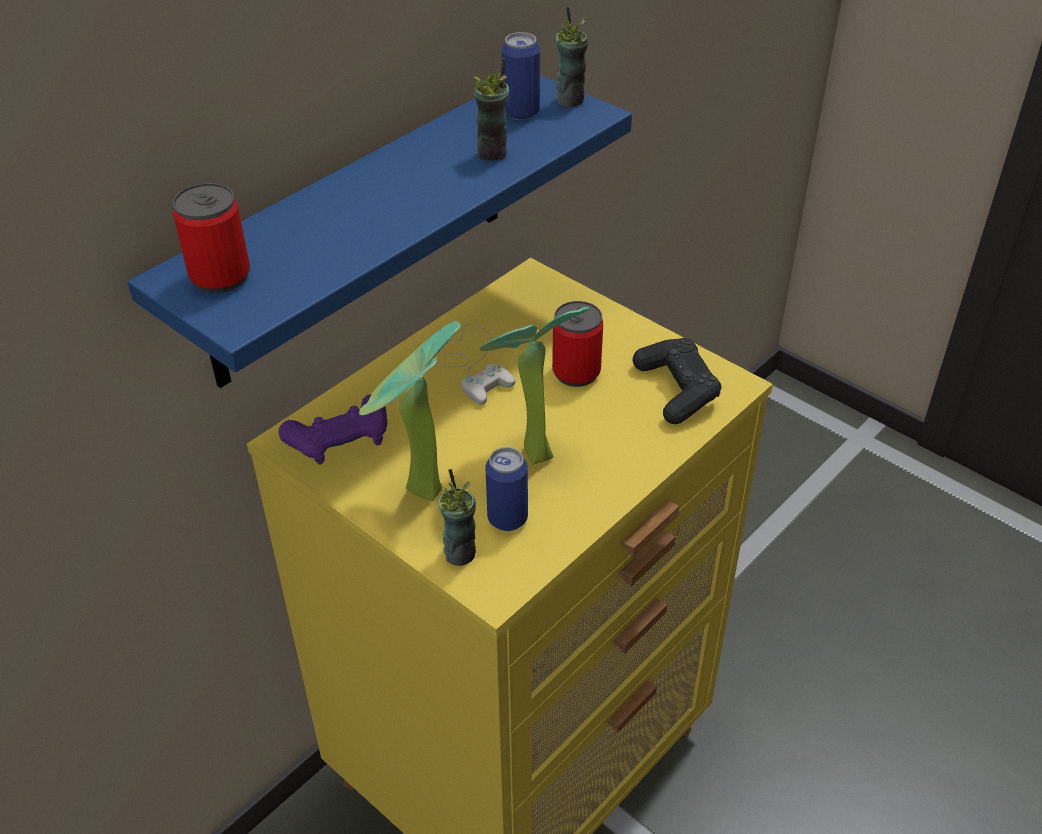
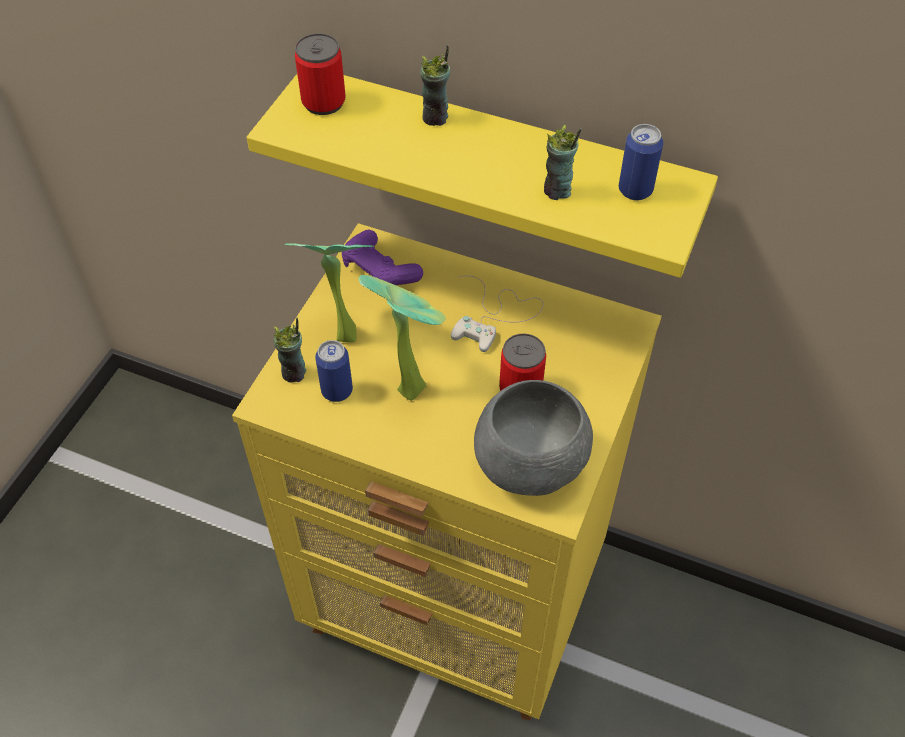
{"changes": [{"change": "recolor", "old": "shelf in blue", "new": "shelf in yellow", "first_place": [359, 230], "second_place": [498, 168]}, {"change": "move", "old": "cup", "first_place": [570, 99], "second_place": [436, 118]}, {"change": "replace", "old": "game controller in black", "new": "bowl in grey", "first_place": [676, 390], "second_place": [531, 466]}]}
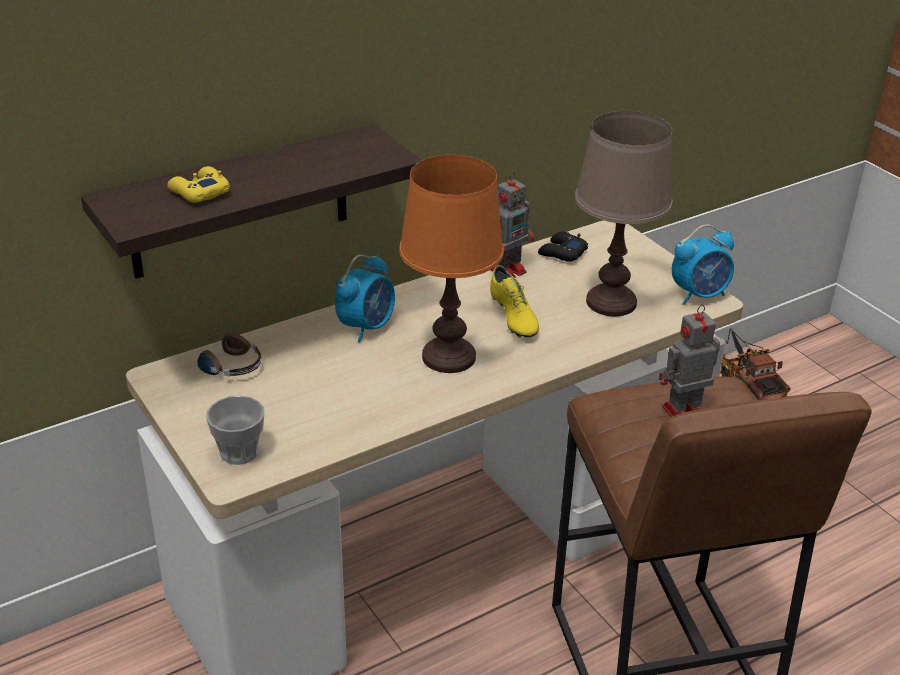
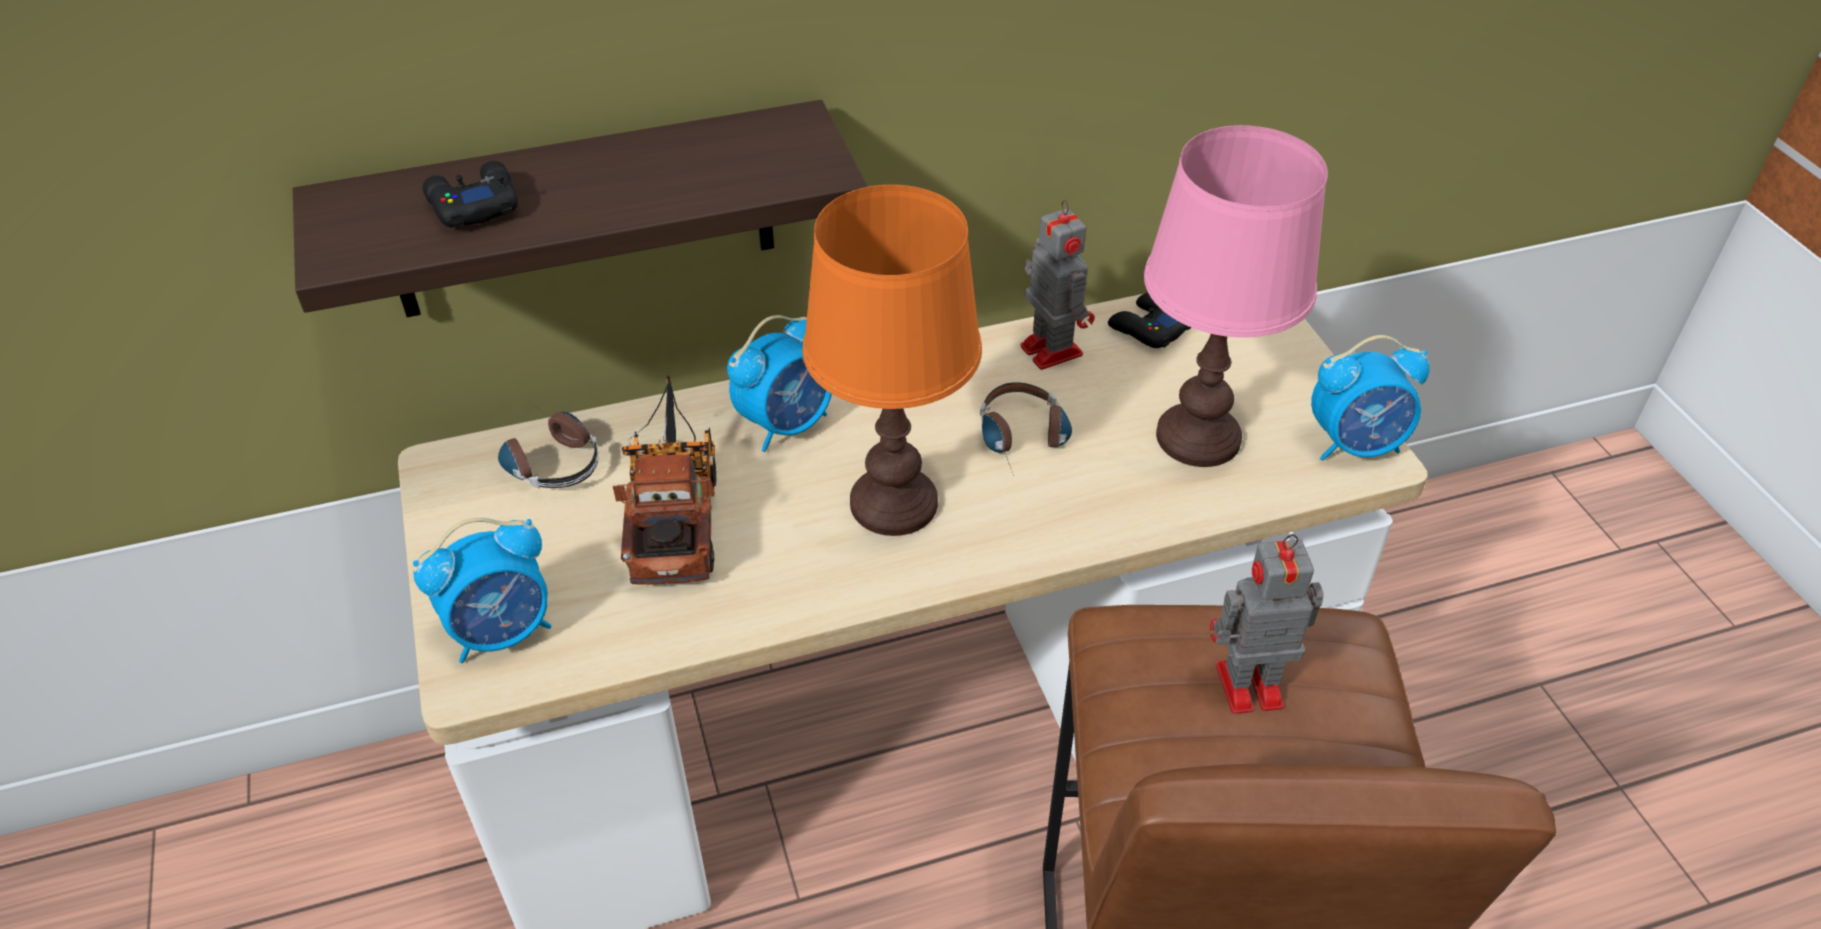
{"changes": [{"change": "recolor", "old": "game controller in yellow", "new": "game controller in black", "first_place": [199, 192], "second_place": [473, 205]}, {"change": "replace", "old": "cup", "new": "alarm clock", "first_place": [239, 452], "second_place": [503, 631]}, {"change": "rotate", "old": "toy robot", "first_place": [508, 269], "second_place": [1049, 348], "degrees": -90}, {"change": "replace", "old": "shoe in yellow", "new": "headphones", "first_place": [513, 317], "second_place": [1025, 441]}, {"change": "recolor", "old": "table lamp in brown", "new": "table lamp in pink", "first_place": [611, 303], "second_place": [1198, 438]}, {"change": "move", "old": "toy truck", "first_place": [747, 384], "second_place": [676, 512]}]}
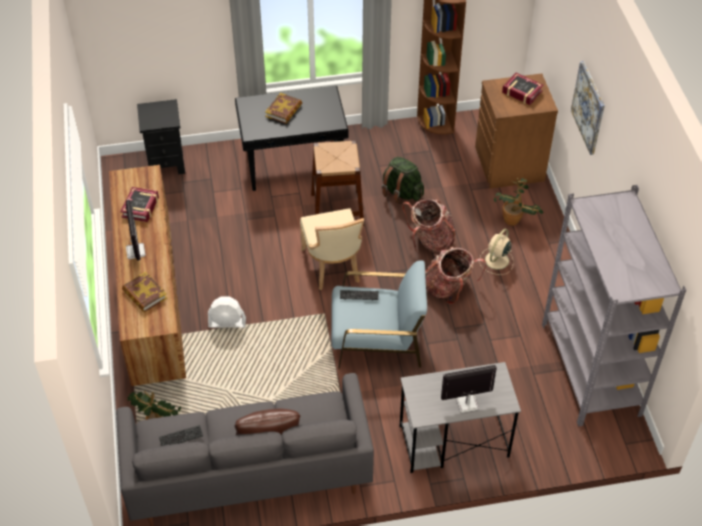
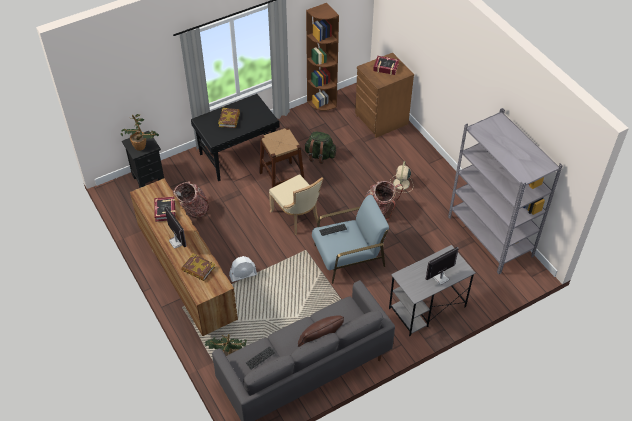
{"changes": [{"change": "move", "old": "backpack", "first_place": [430, 241], "second_place": [192, 211]}, {"change": "move", "old": "potted plant", "first_place": [514, 222], "second_place": [142, 147]}, {"change": "delete", "old": "picture", "first_place": [588, 107]}]}
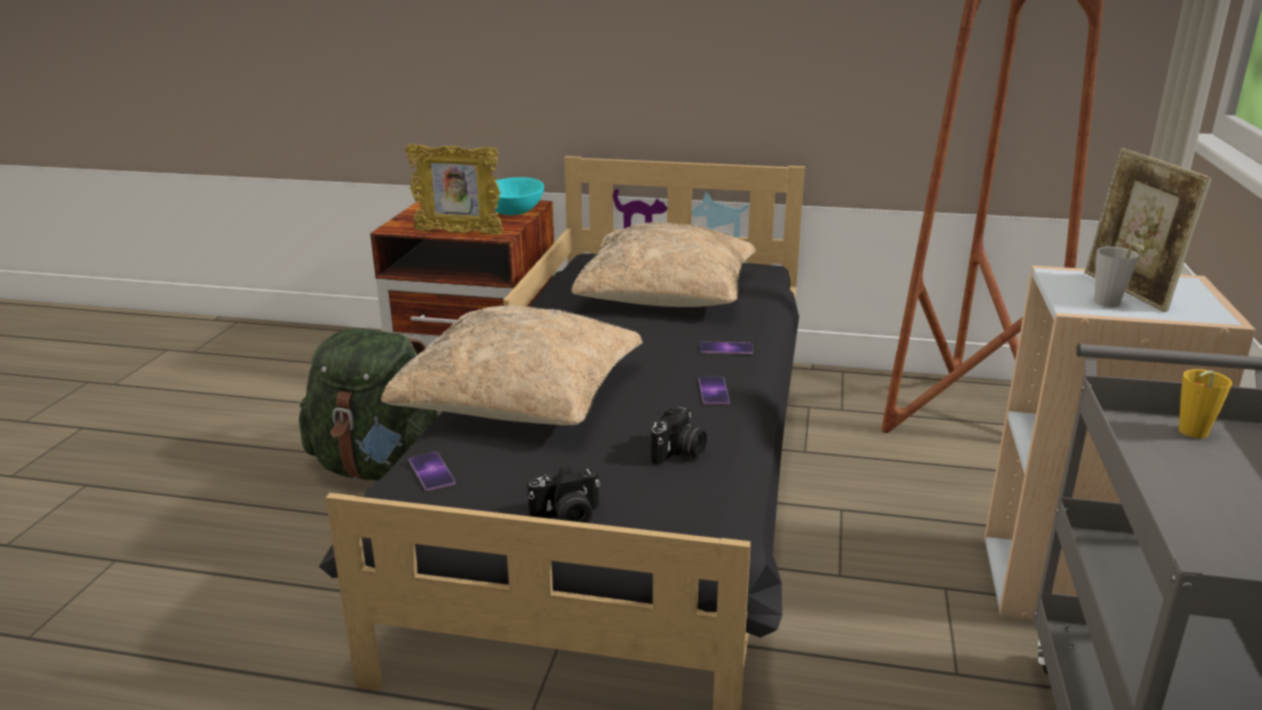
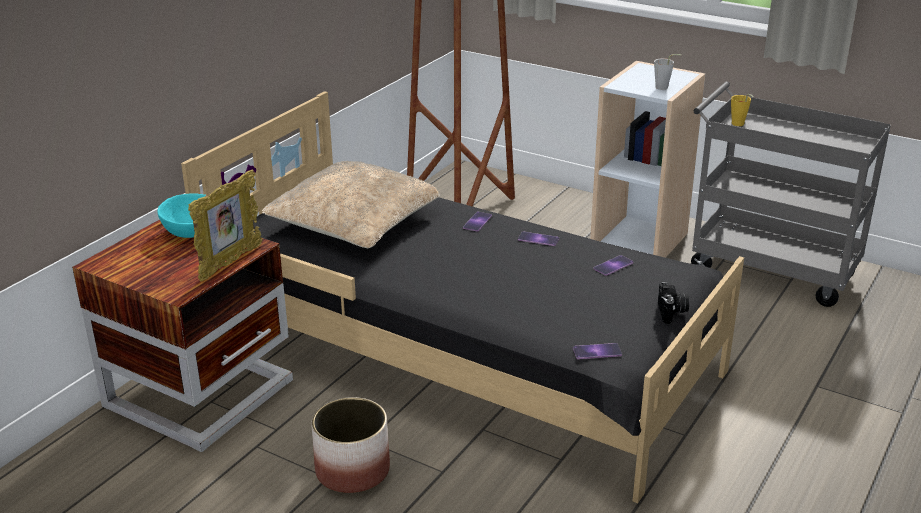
{"changes": [{"change": "replace", "old": "backpack in green", "new": "planter", "first_place": [380, 468], "second_place": [352, 470]}, {"change": "delete", "old": "pillow in beige", "first_place": [520, 394]}, {"change": "replace", "old": "photo camera", "new": "phone", "first_place": [679, 453], "second_place": [613, 265]}, {"change": "delete", "old": "picture frame", "first_place": [1129, 292]}]}
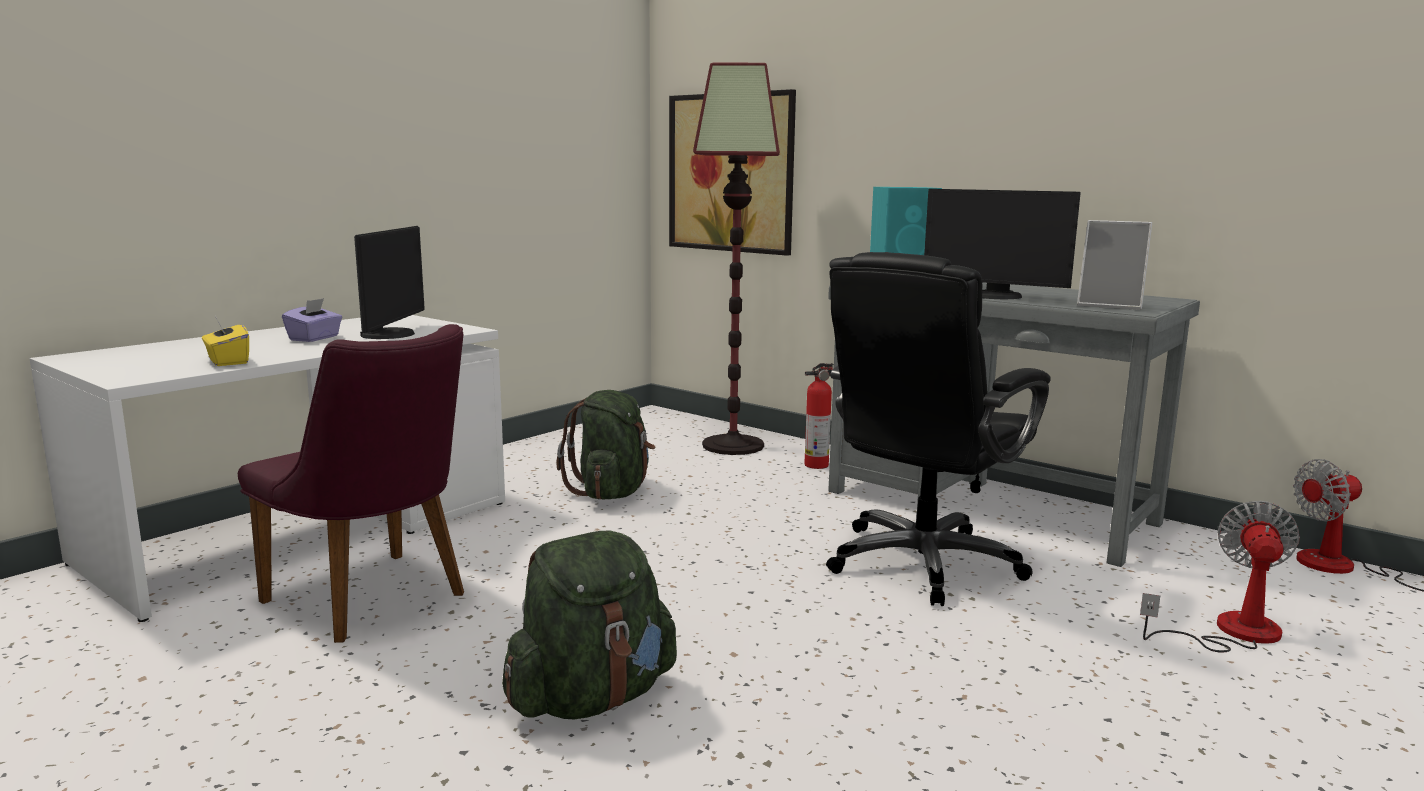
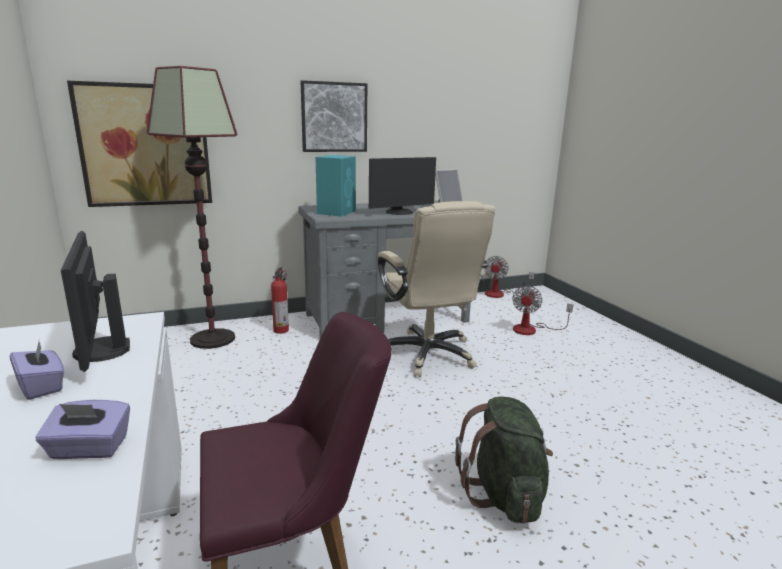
{"changes": [{"change": "recolor", "old": "tissue box in yellow", "new": "tissue box in purple", "first_place": [227, 361], "second_place": [89, 449]}, {"change": "rotate", "old": "monitor", "first_place": [390, 334], "second_place": [100, 350], "degrees": -150}, {"change": "delete", "old": "backpack in green", "first_place": [611, 492]}, {"change": "recolor", "old": "office chair in black", "new": "office chair in beige", "first_place": [923, 562], "second_place": [428, 353]}, {"change": "rotate", "old": "fan", "first_place": [1230, 632], "second_place": [532, 329], "degrees": -120}, {"change": "insert", "new": "picture", "second_place": [334, 117]}]}
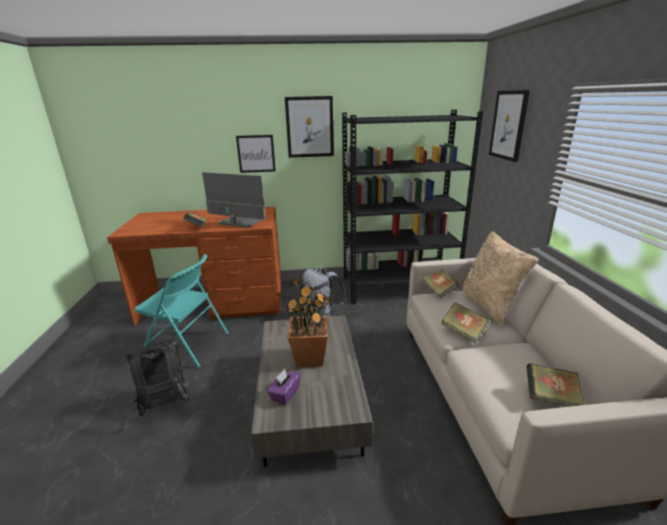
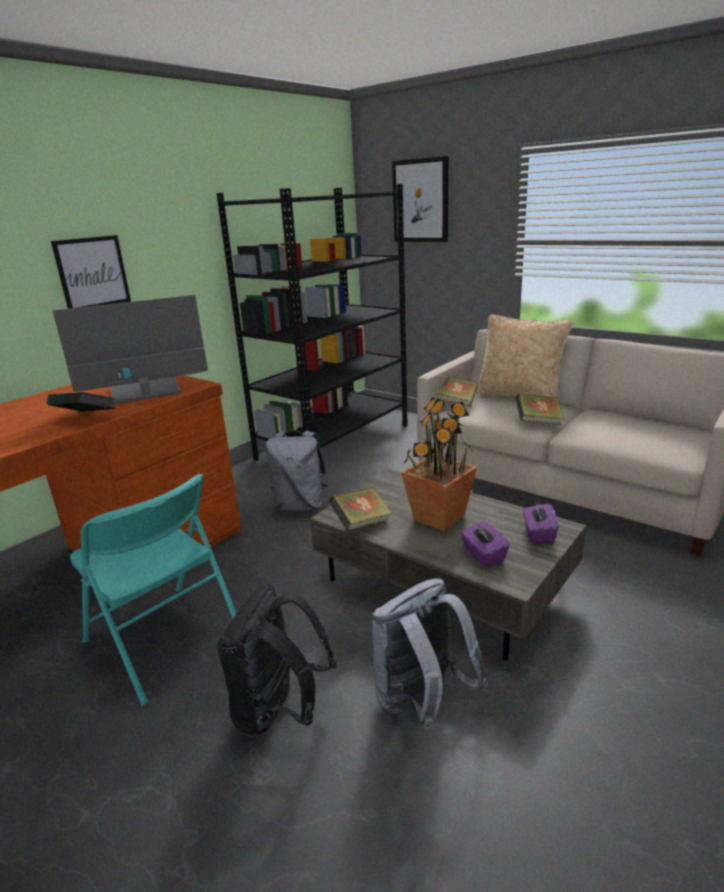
{"changes": [{"change": "rotate", "old": "chair in turquoise", "first_place": [186, 346], "second_place": [163, 640], "degrees": 75}, {"change": "delete", "old": "picture", "first_place": [309, 127]}, {"change": "move", "old": "book", "first_place": [551, 398], "second_place": [361, 523]}, {"change": "insert", "new": "backpack in grey", "second_place": [421, 703]}, {"change": "insert", "new": "tissue box in purple", "second_place": [538, 534]}]}
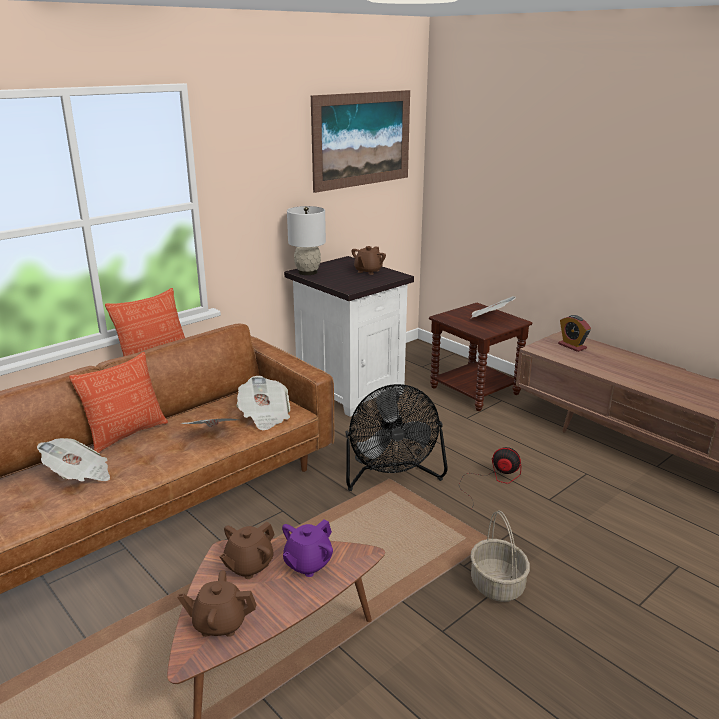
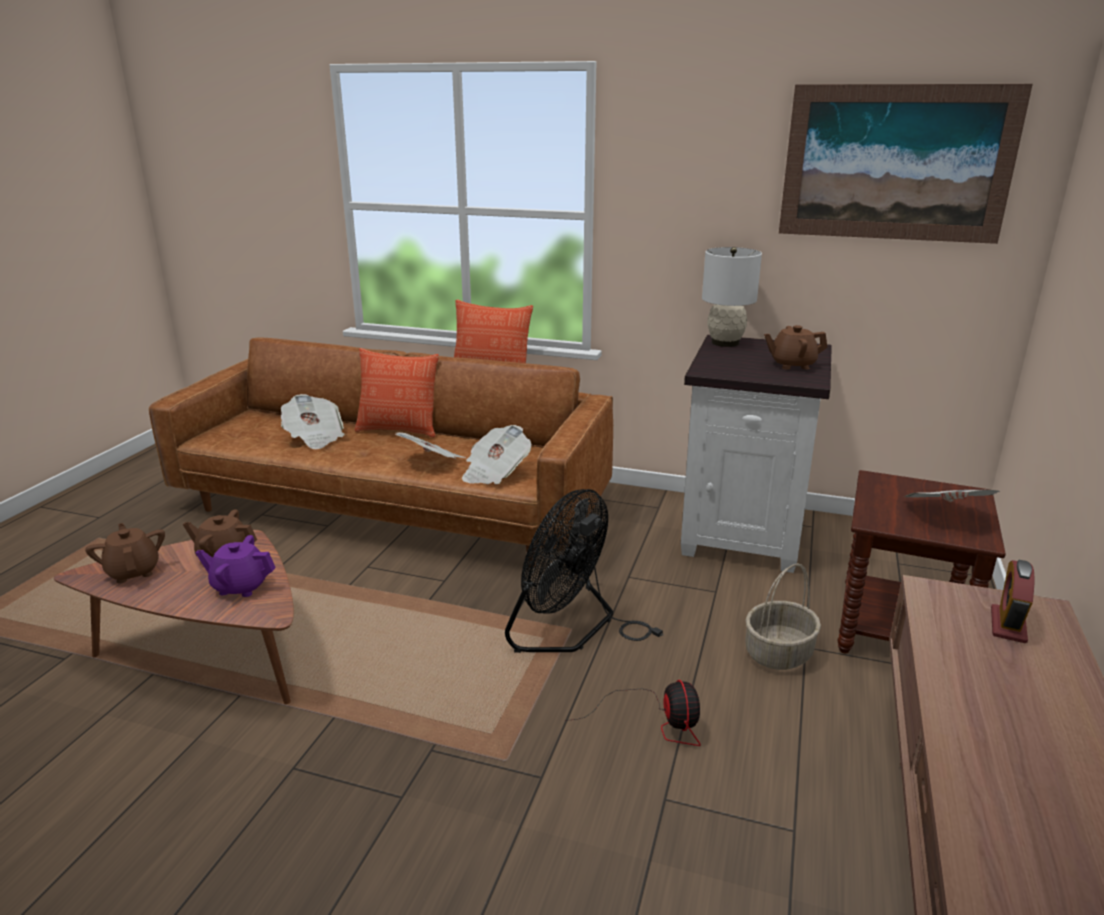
{"changes": [{"change": "rotate", "old": "fan in black", "first_place": [387, 474], "second_place": [580, 625], "degrees": 75}, {"change": "move", "old": "basket", "first_place": [498, 585], "second_place": [778, 654]}]}
